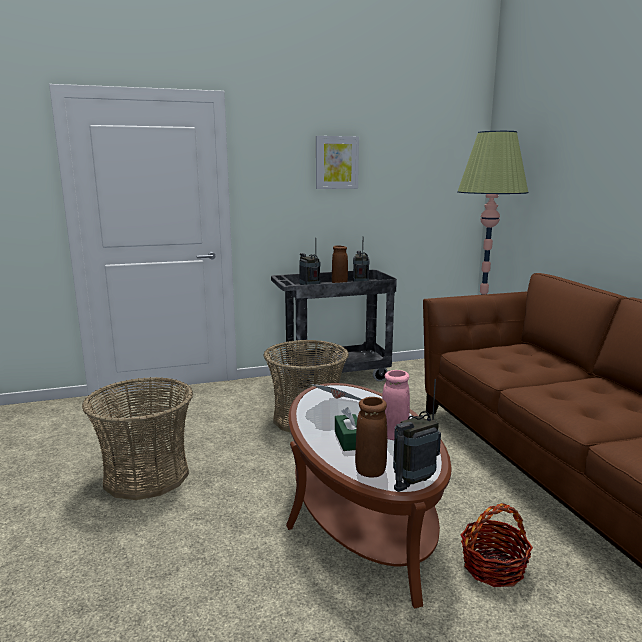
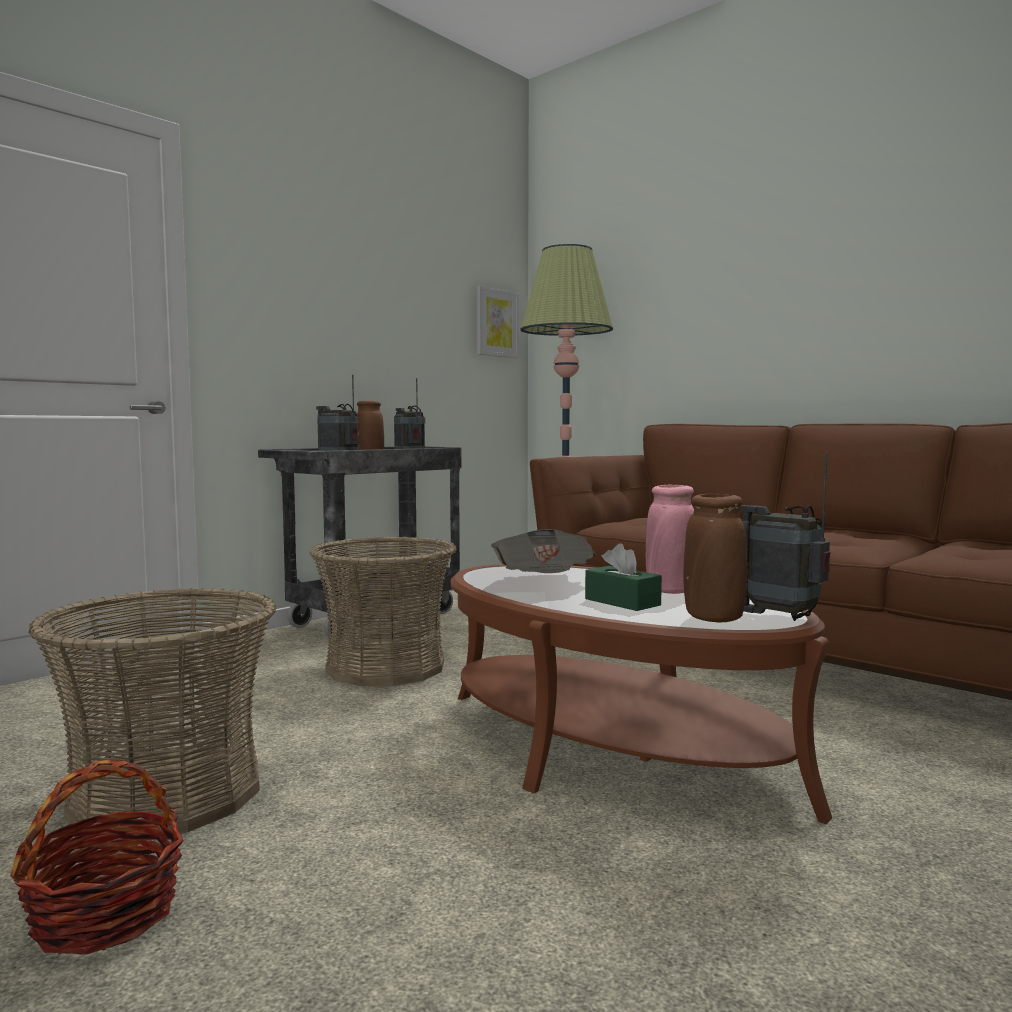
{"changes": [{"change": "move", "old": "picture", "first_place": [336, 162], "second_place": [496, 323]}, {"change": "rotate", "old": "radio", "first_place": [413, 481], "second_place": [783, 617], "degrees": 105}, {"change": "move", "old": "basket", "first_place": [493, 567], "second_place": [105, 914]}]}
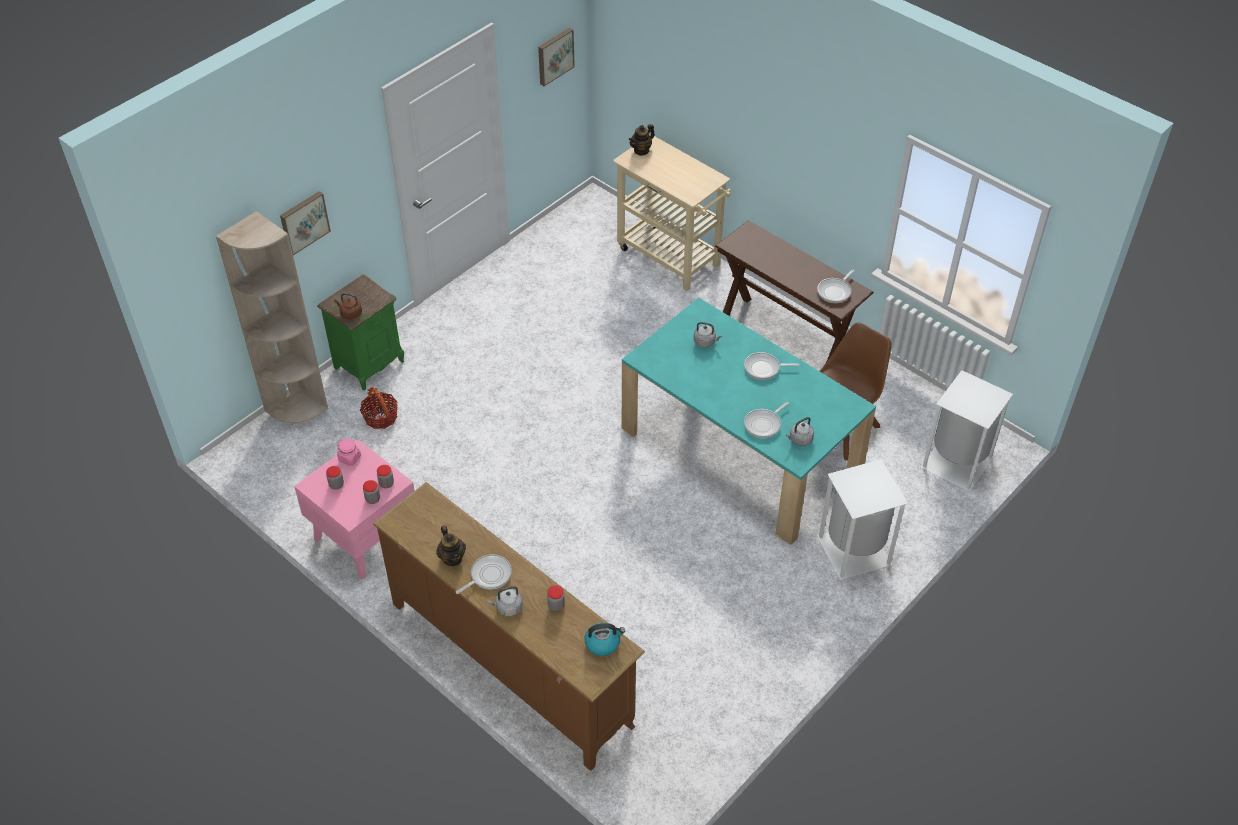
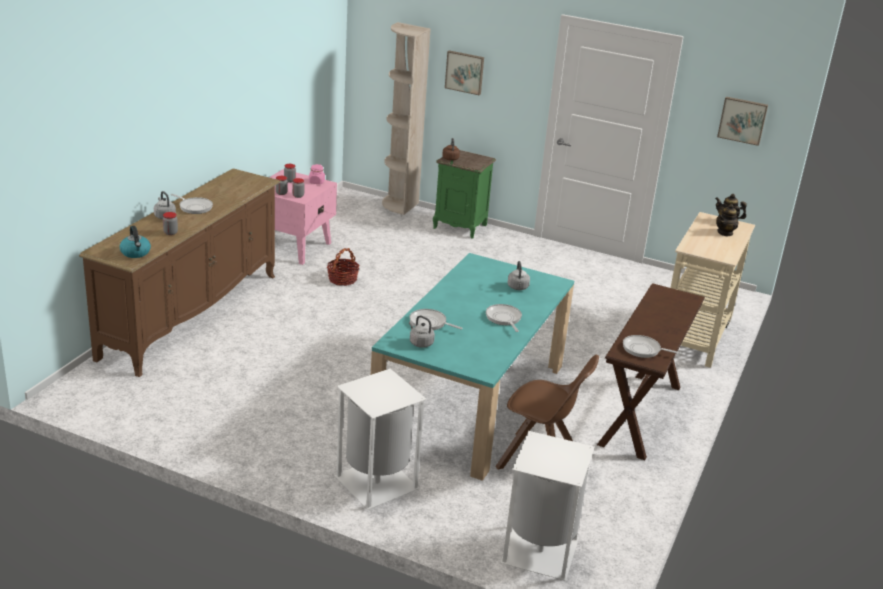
{"changes": [{"change": "move", "old": "basket", "first_place": [381, 417], "second_place": [342, 279]}, {"change": "move", "old": "teapot", "first_place": [452, 558], "second_place": [725, 233]}]}
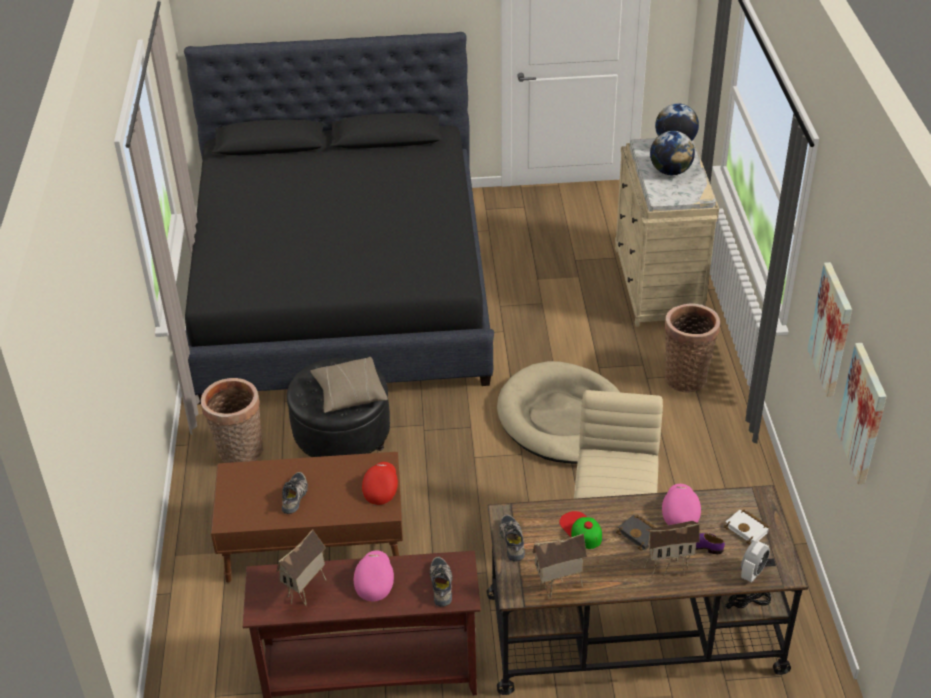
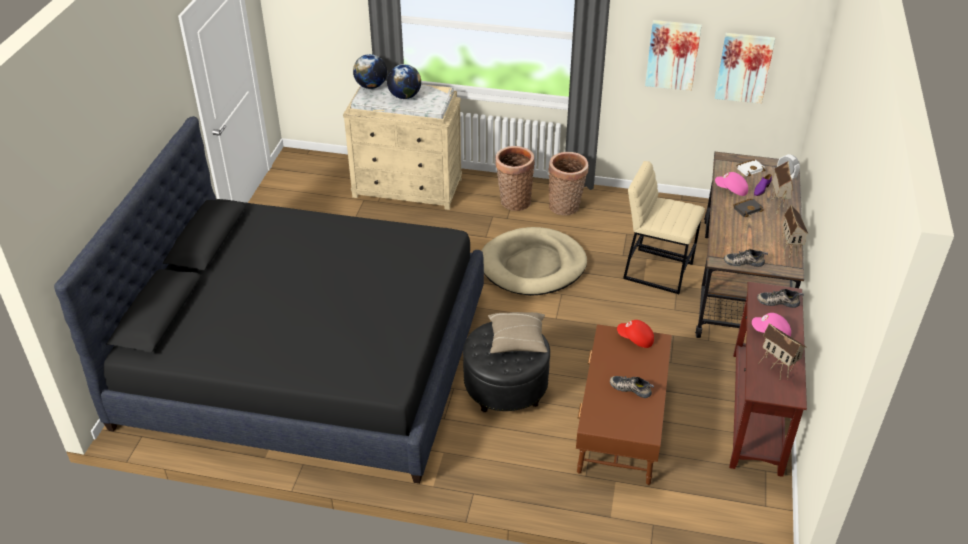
{"changes": [{"change": "move", "old": "basket", "first_place": [240, 453], "second_place": [566, 207]}, {"change": "delete", "old": "cap", "first_place": [581, 530]}]}
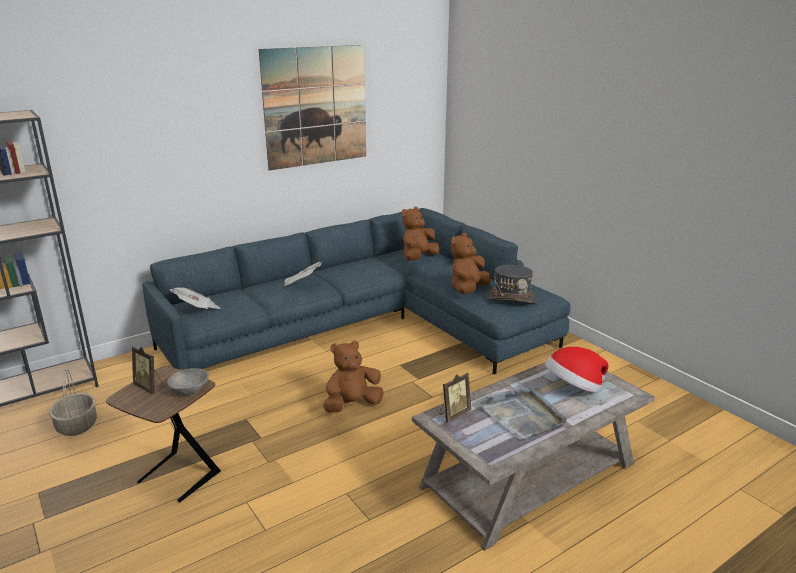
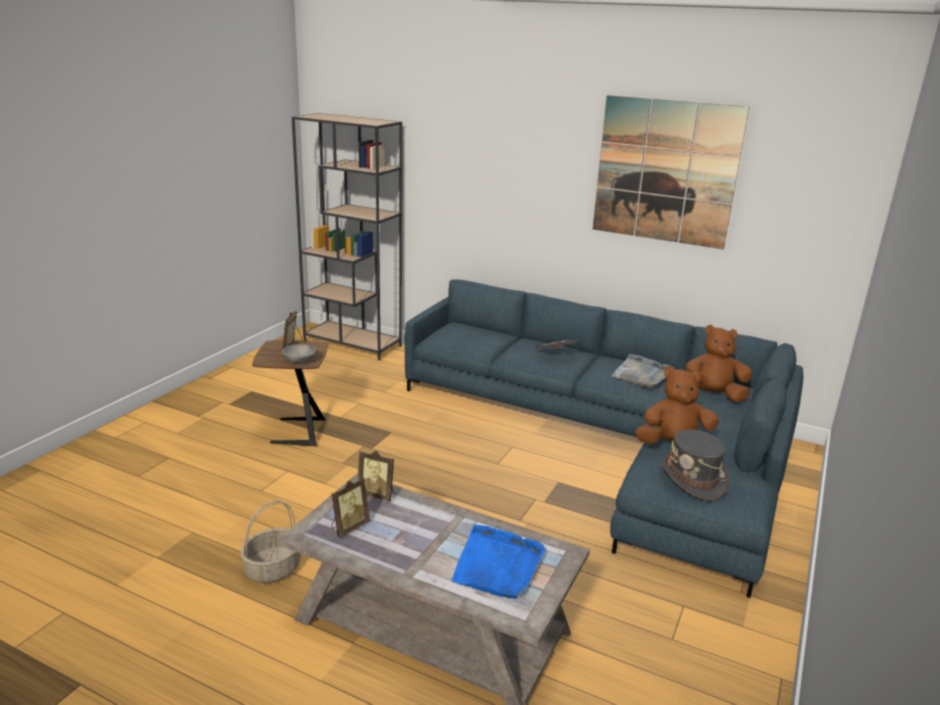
{"changes": [{"change": "move", "old": "basket", "first_place": [76, 425], "second_place": [273, 569]}, {"change": "delete", "old": "newspaper", "first_place": [197, 309]}, {"change": "delete", "old": "plush toy in brown", "first_place": [352, 405]}, {"change": "move", "old": "tray in grey", "first_place": [522, 415], "second_place": [642, 374]}, {"change": "replace", "old": "hat", "new": "tray in blue", "first_place": [573, 388], "second_place": [497, 565]}, {"change": "insert", "new": "picture frame", "second_place": [348, 527]}]}
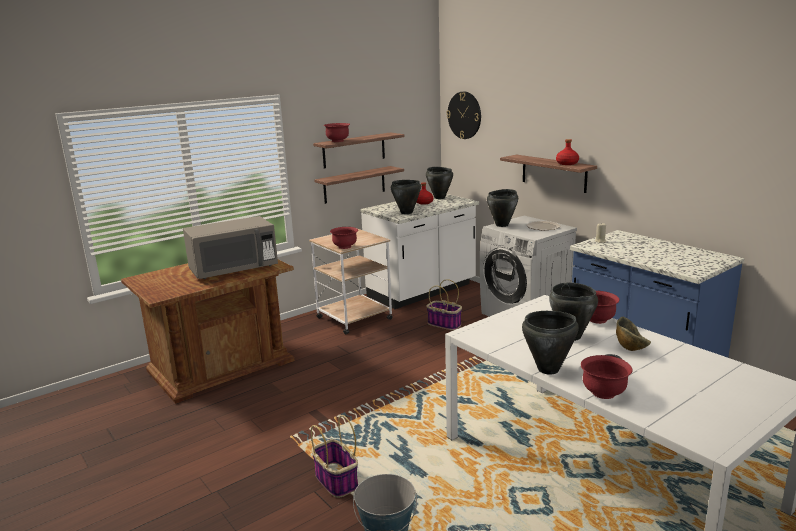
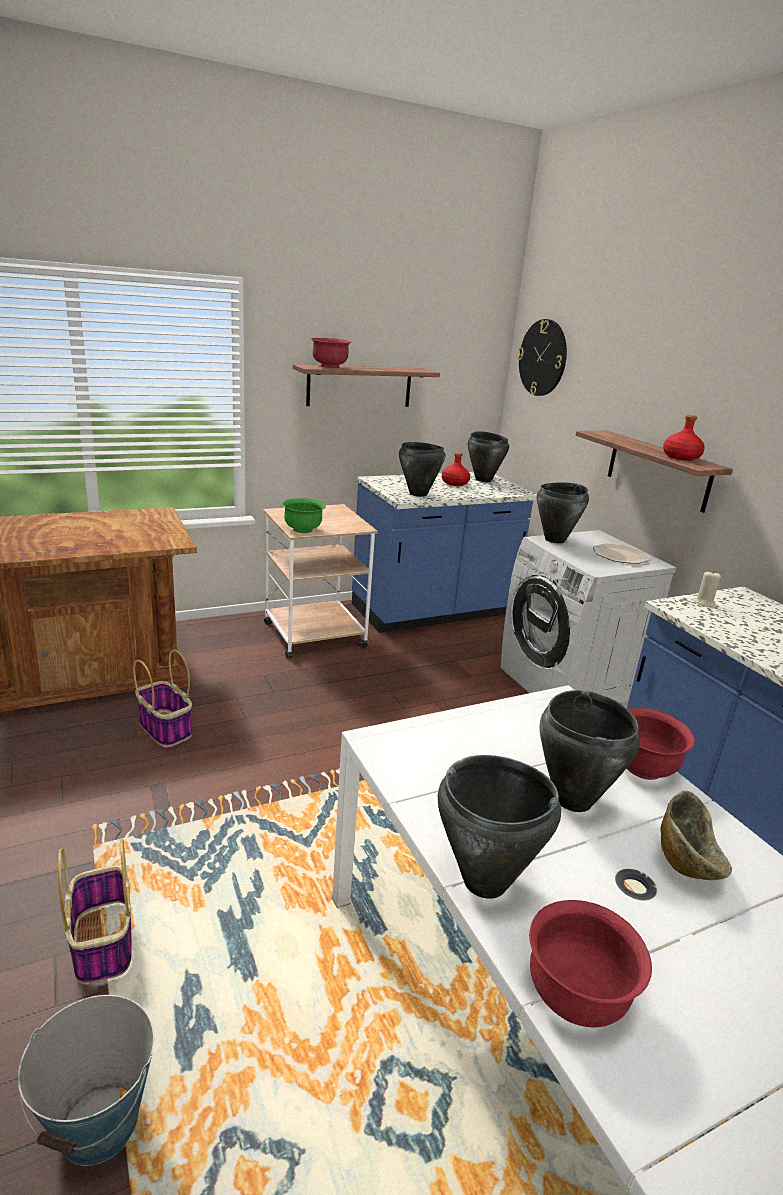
{"changes": [{"change": "delete", "old": "microwave in grey", "first_place": [234, 270]}, {"change": "delete", "old": "shelf", "first_place": [354, 184]}, {"change": "recolor", "old": "bowl in red", "new": "bowl in green", "first_place": [345, 247], "second_place": [303, 530]}, {"change": "recolor", "old": "counter in white", "new": "counter in blue", "first_place": [422, 291], "second_place": [433, 612]}, {"change": "move", "old": "basket", "first_place": [445, 324], "second_place": [166, 729]}]}
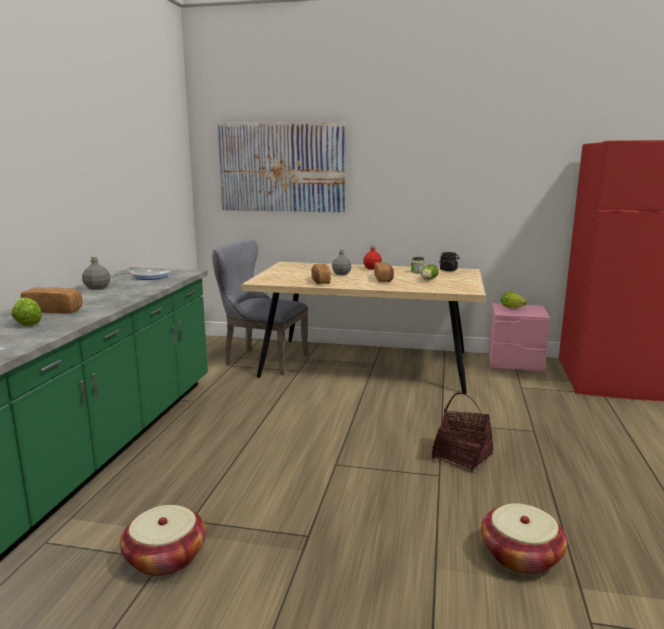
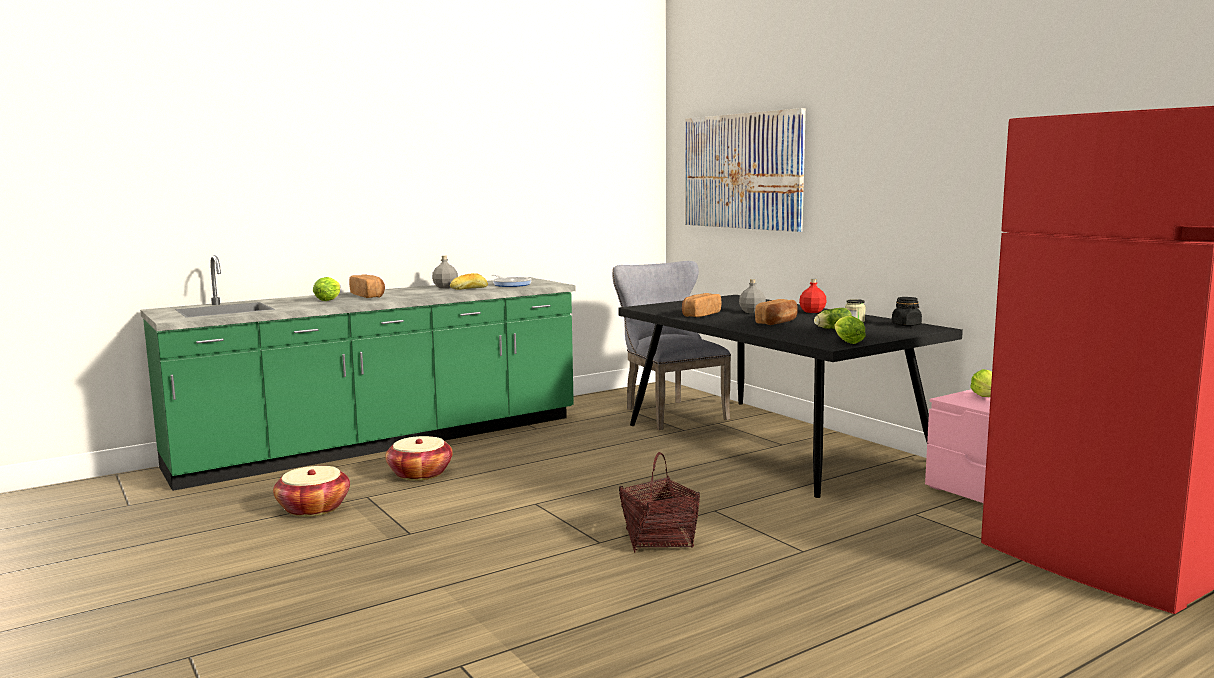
{"changes": [{"change": "recolor", "old": "dining table in beige", "new": "dining table in black", "first_place": [367, 364], "second_place": [774, 443]}, {"change": "move", "old": "basket", "first_place": [520, 556], "second_place": [420, 474]}, {"change": "insert", "new": "bread", "second_place": [469, 289]}, {"change": "insert", "new": "lettuce", "second_place": [846, 342]}]}
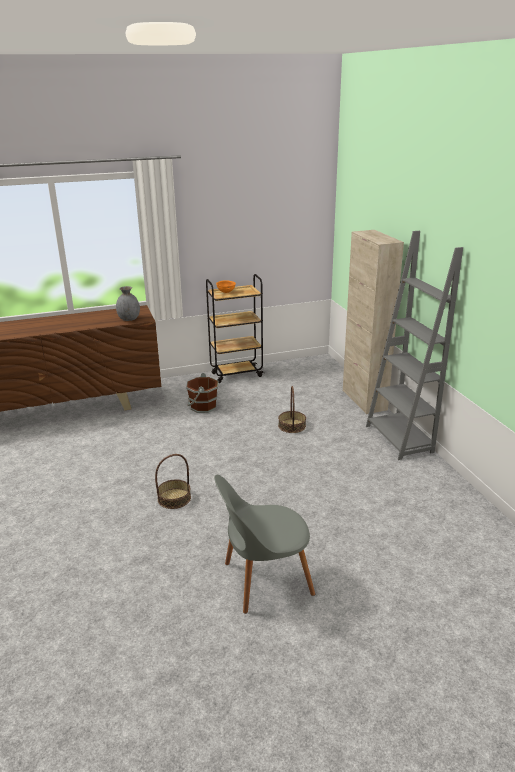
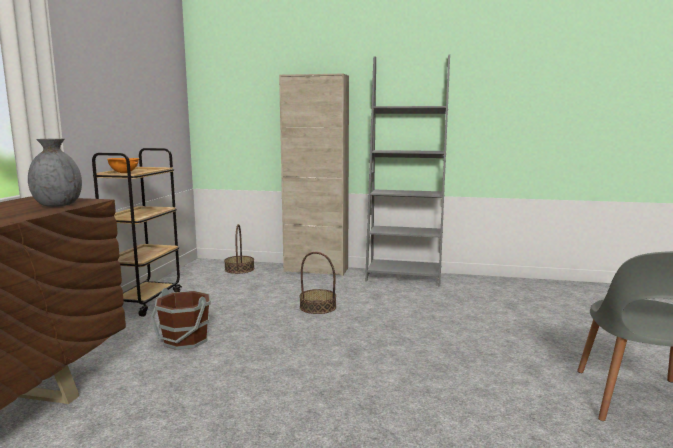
{"changes": [{"change": "move", "old": "basket", "first_place": [174, 498], "second_place": [239, 269]}]}
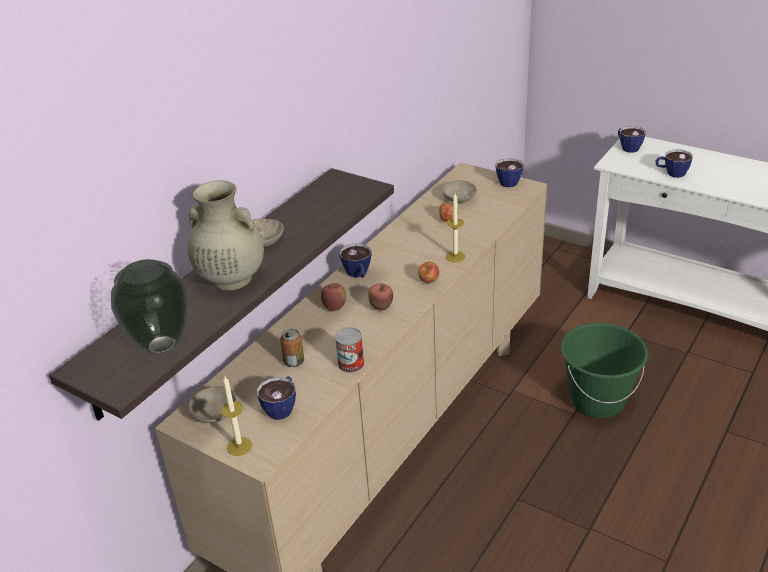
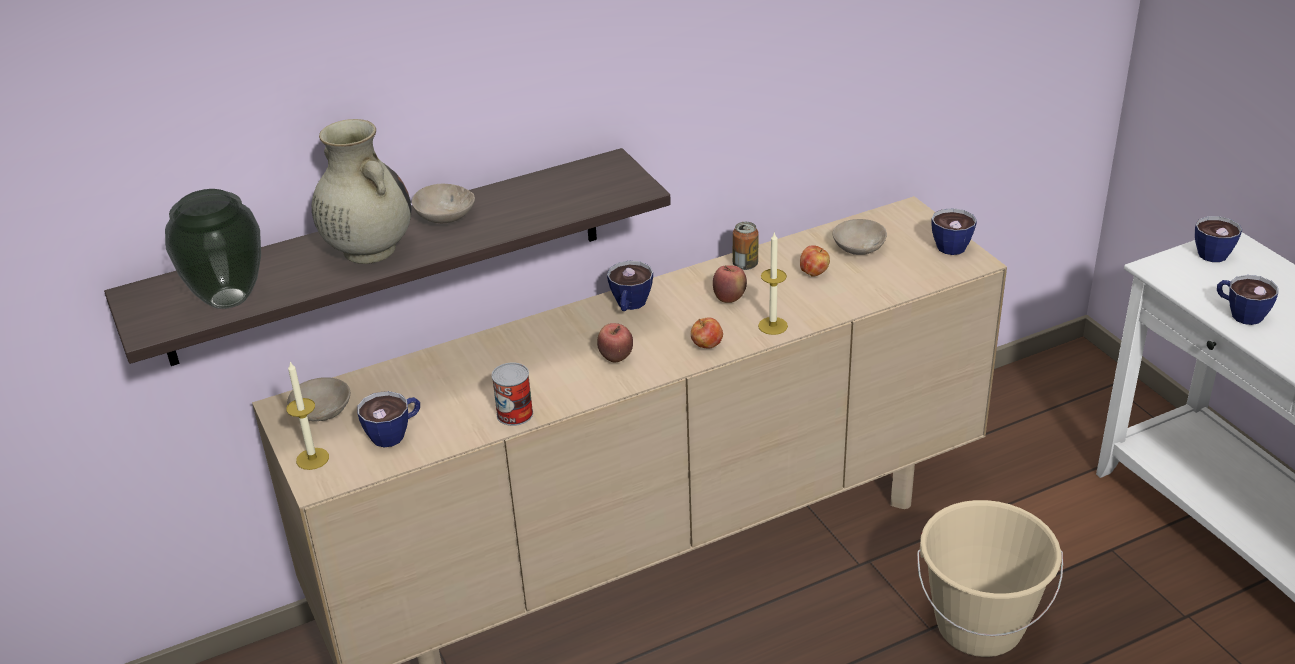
{"changes": [{"change": "move", "old": "can", "first_place": [294, 362], "second_place": [745, 264]}, {"change": "move", "old": "apple", "first_place": [334, 307], "second_place": [729, 299]}, {"change": "recolor", "old": "bucket in green", "new": "bucket in beige", "first_place": [597, 401], "second_place": [979, 626]}]}
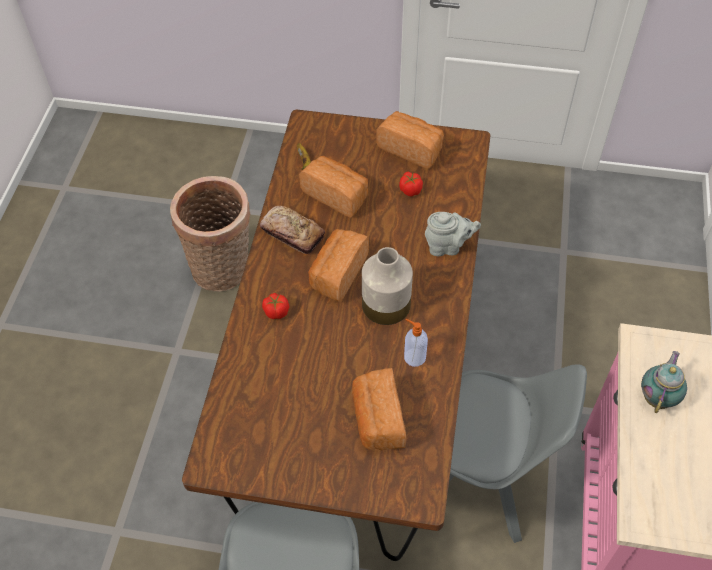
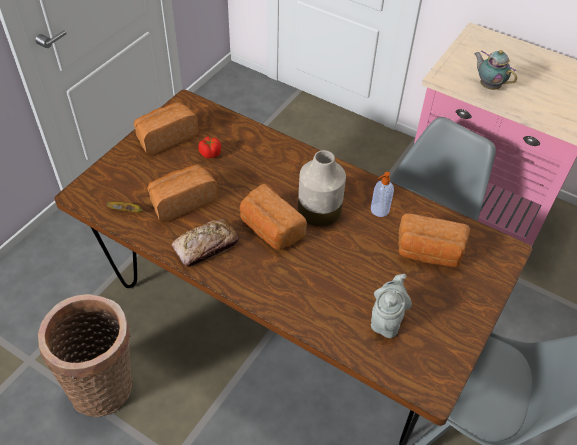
{"changes": [{"change": "delete", "old": "tomato", "first_place": [276, 311]}, {"change": "move", "old": "teapot in grey", "first_place": [447, 246], "second_place": [386, 320]}]}
